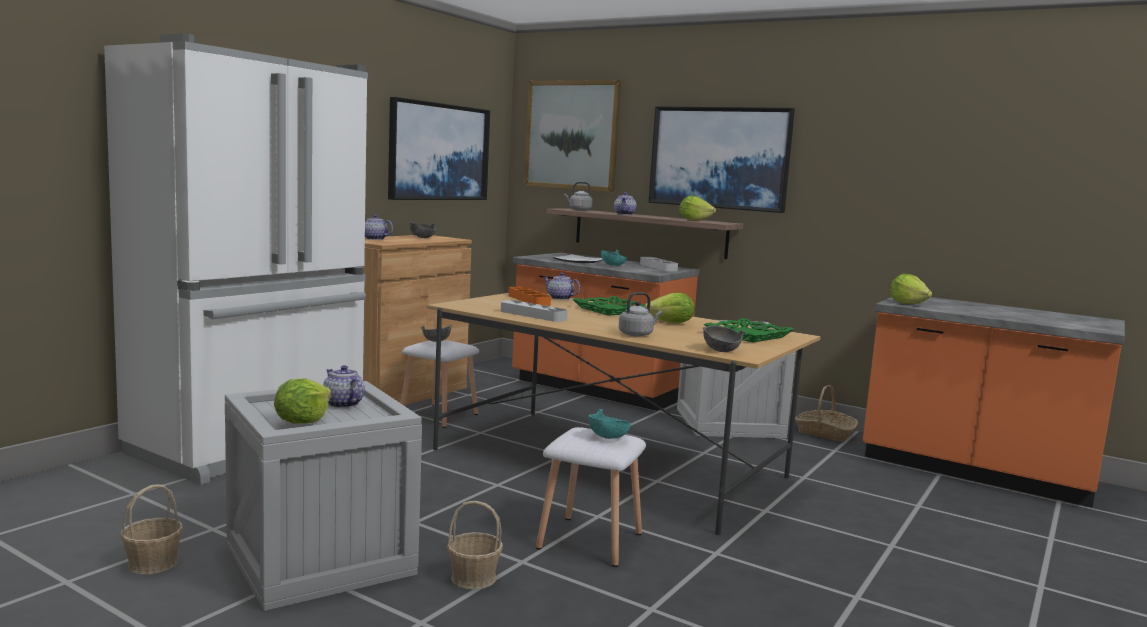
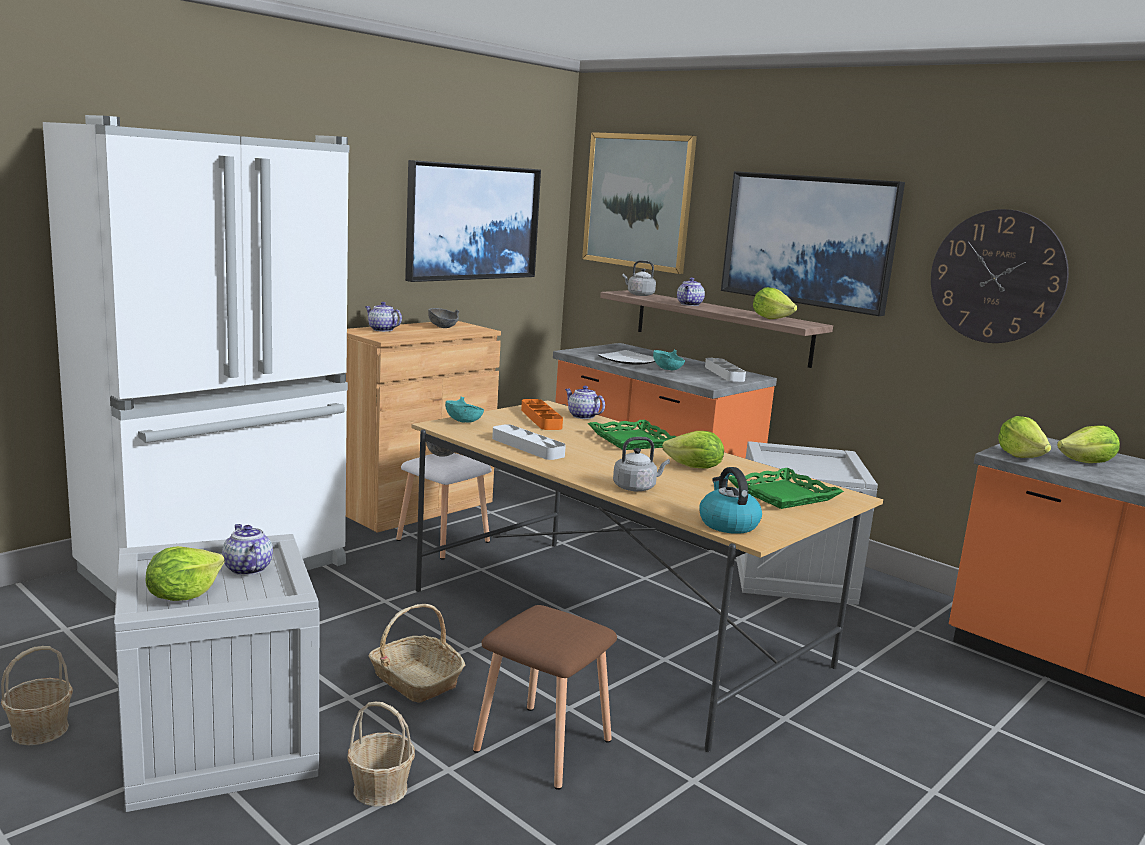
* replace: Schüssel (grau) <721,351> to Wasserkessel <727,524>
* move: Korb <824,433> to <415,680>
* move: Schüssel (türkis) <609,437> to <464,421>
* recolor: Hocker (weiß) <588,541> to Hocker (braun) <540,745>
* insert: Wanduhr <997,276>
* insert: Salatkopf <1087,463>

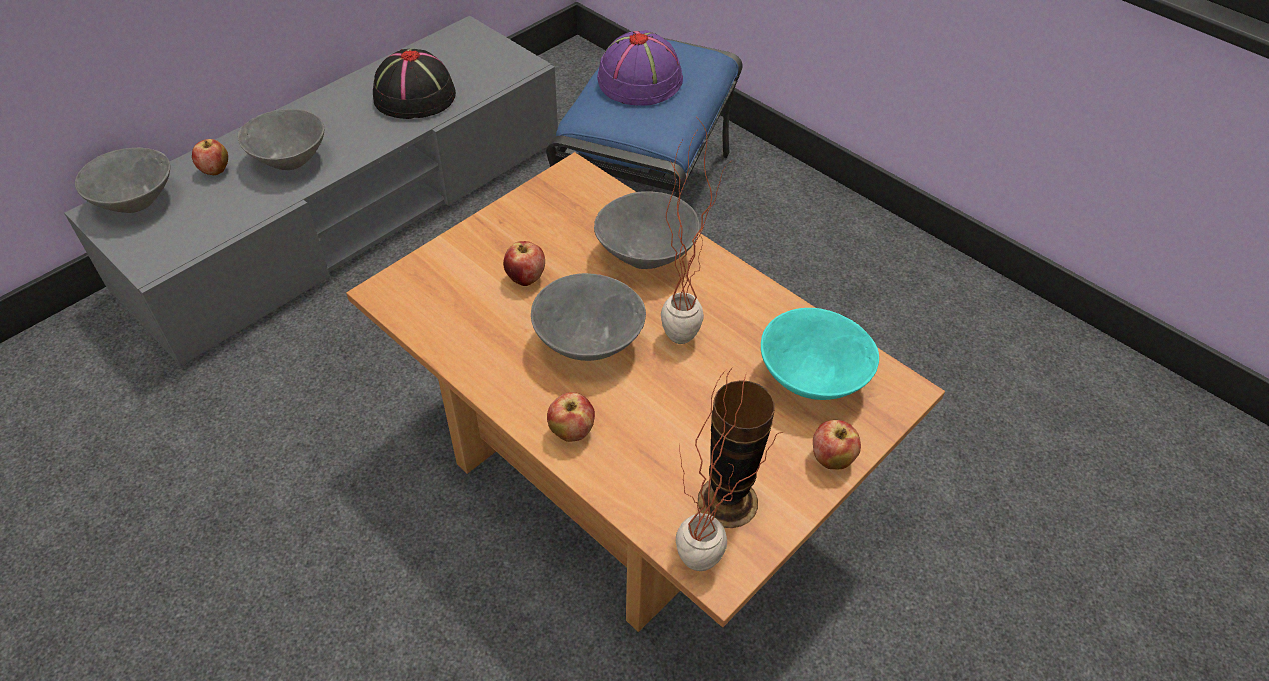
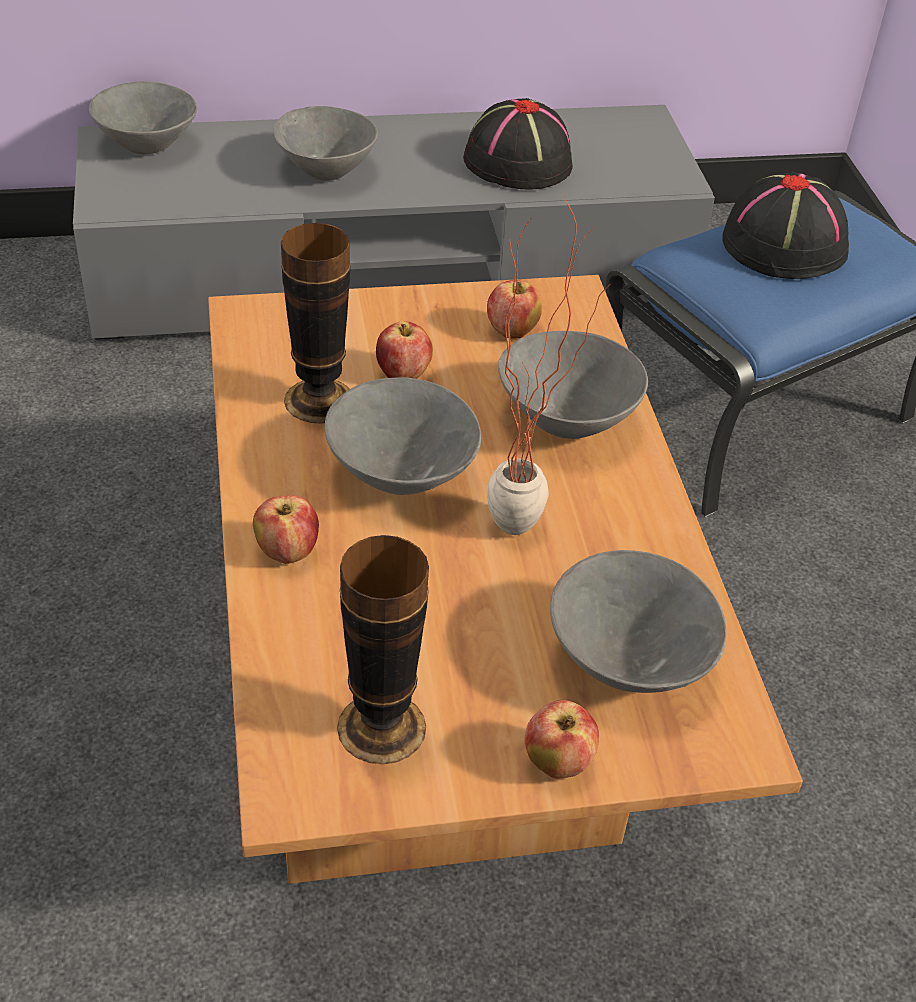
* recolor: Hut (lila) <640,80> to Hut (schwarz) <785,244>
* move: Apfel <215,170> to <512,331>
* recolor: Schüssel (türkis) <812,380> to Schüssel (grau) <629,663>
* delete: Topfpflanze <708,572>
* insert: Vase <319,400>

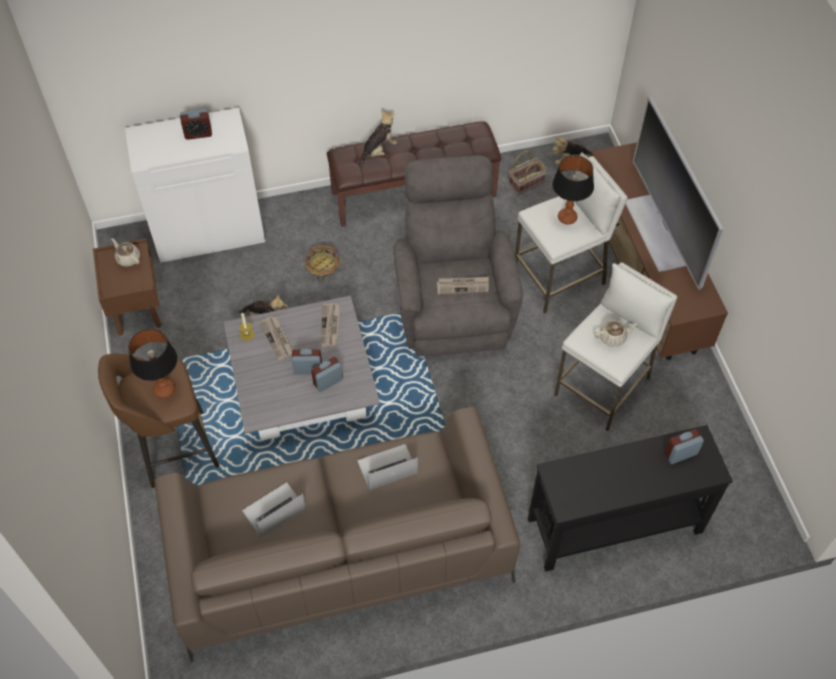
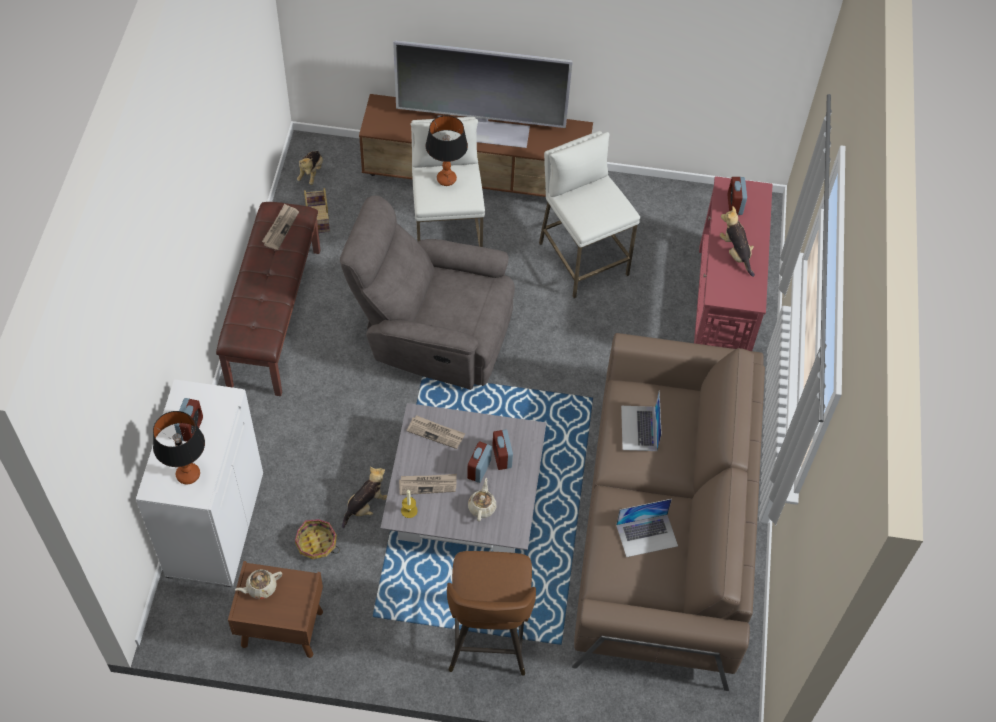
* move: Plüschtier <378,151> to <735,253>
* move: Korb <322,266> to <316,544>
* move: Zeitung <463,286> to <280,227>
* move: Teekanne (beige) <613,337> to <482,507>
* move: Tischlampe <164,389> to <188,475>
* recolor: Konsolentisch (schwarz) <613,525> to Konsolentisch (rot) <720,310>
* rotate: Laptop <273,509> = <647,535> 90 degrees counterclockwise

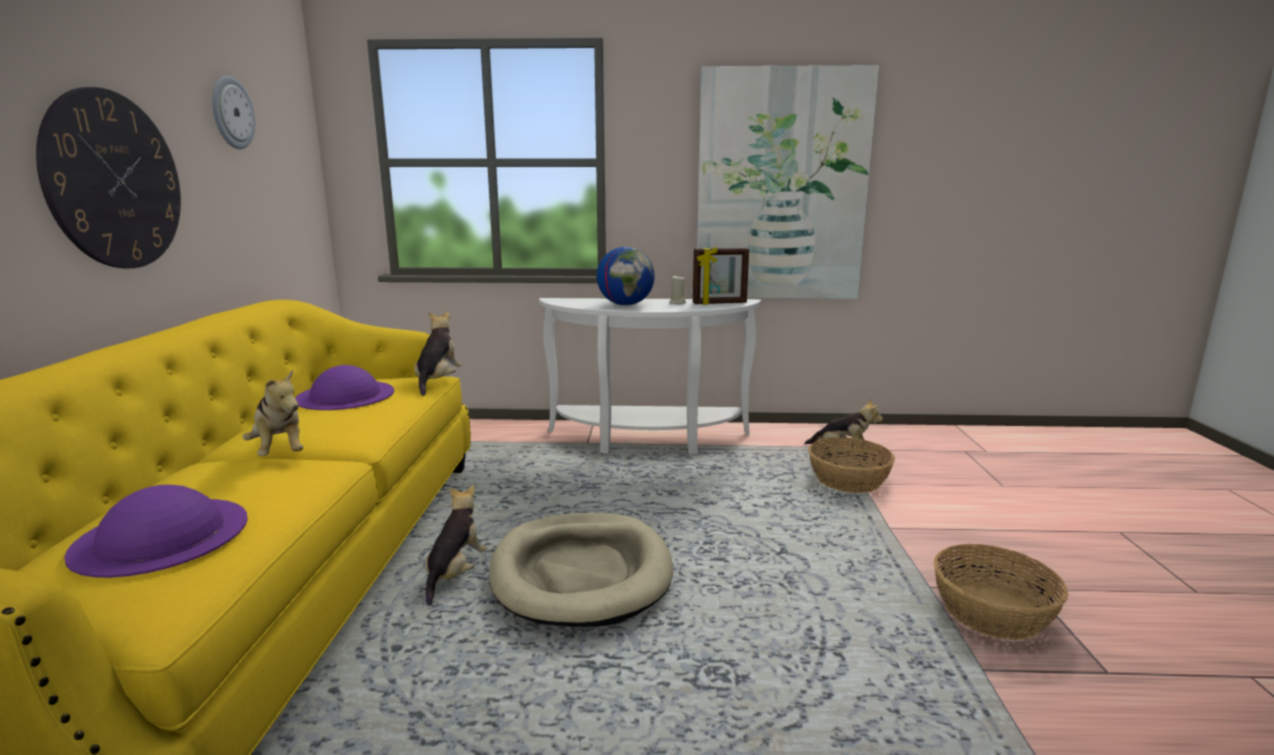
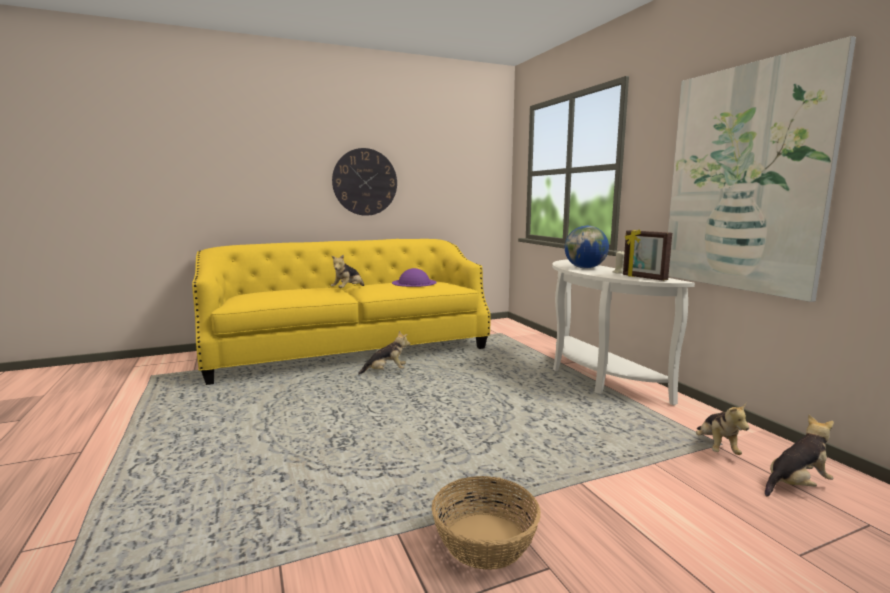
* delete: Wanduhr <231,113>
* move: Plüschtier <438,381> to <796,485>
* delete: Korb <847,479>
* delete: Hut (lila) <162,535>
* delete: Hundebett (beige) <581,573>

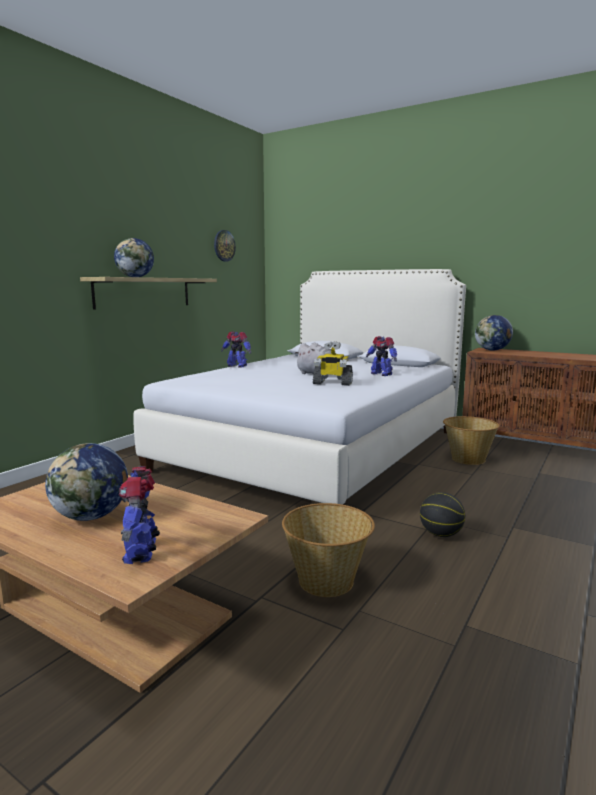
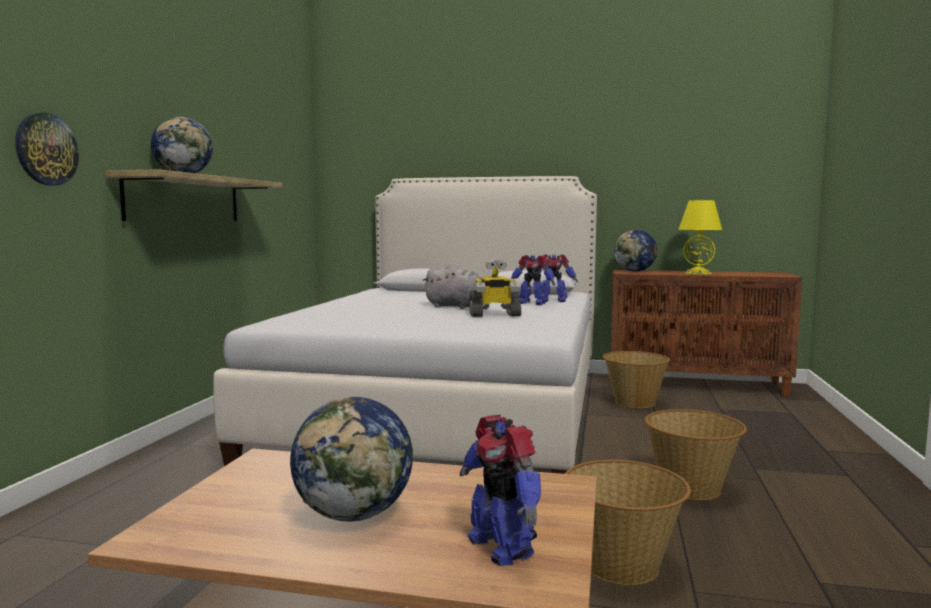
* move: Wanduhr <224,245> to <46,149>
* move: Spielzeugroboter <237,366> to <552,301>
* replace: Basketball <441,534> to Korb <691,488>
* insert: Tischlampe (gelb) <697,273>

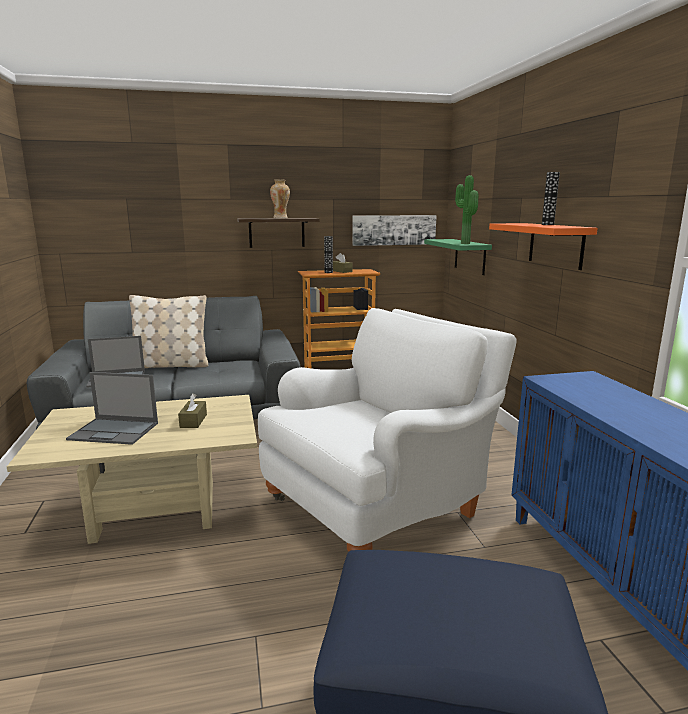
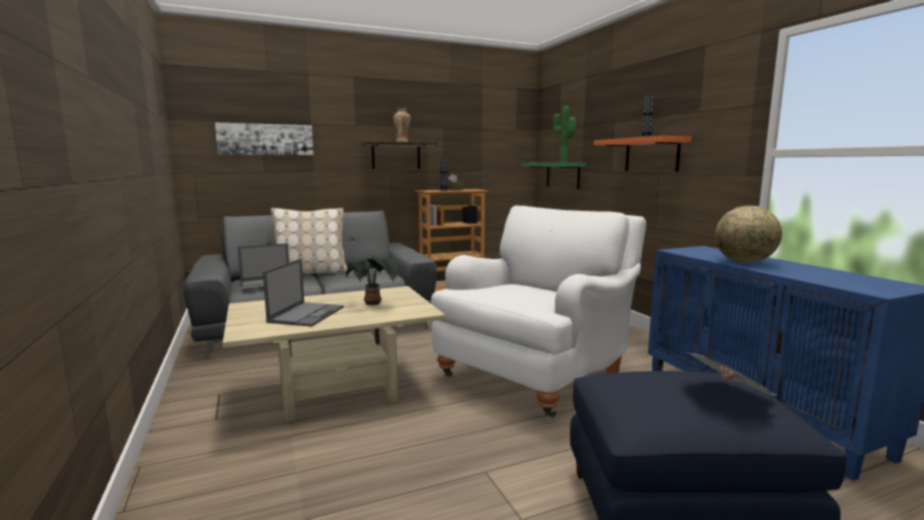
* move: Bild <394,230> to <266,139>
* rotate: Laptop <115,431> = <307,314> 75 degrees counterclockwise
* replace: Taschentuchbox (braun) <193,421> to Topfpflanze <374,304>
* insert: Globus <744,262>
* insert: Zeitung <729,397>

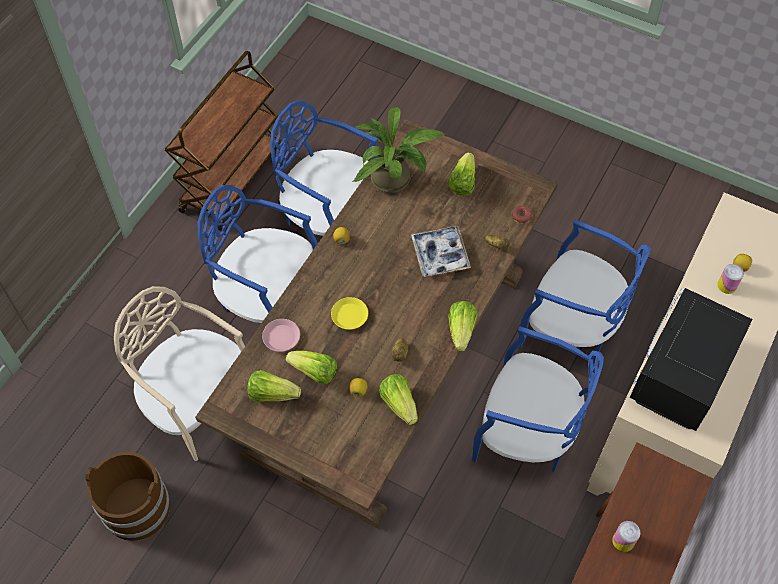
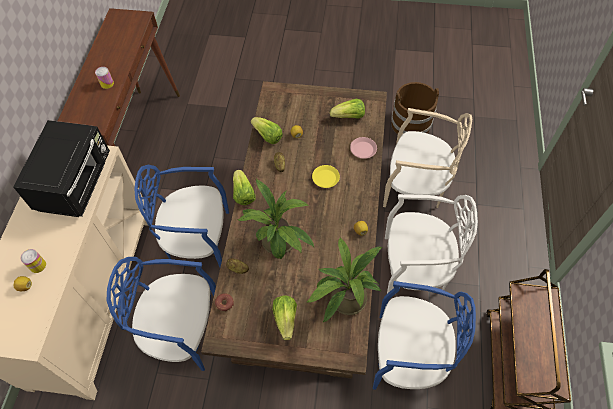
* recolor: Stuhl (blau) <267,300> to Stuhl (weiß) <415,269>
* replace: Tablett <440,255> to Topfpflanze <279,245>
* delete: Salatkopf <314,373>

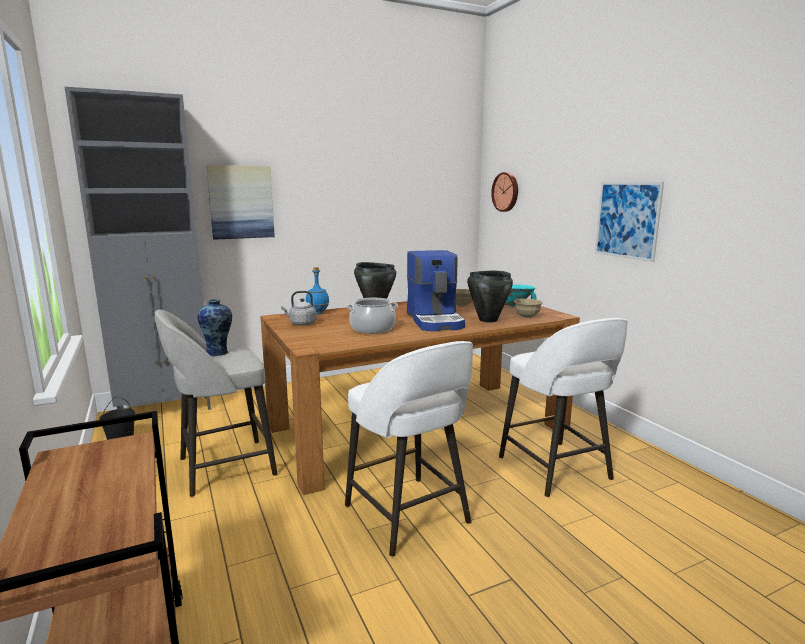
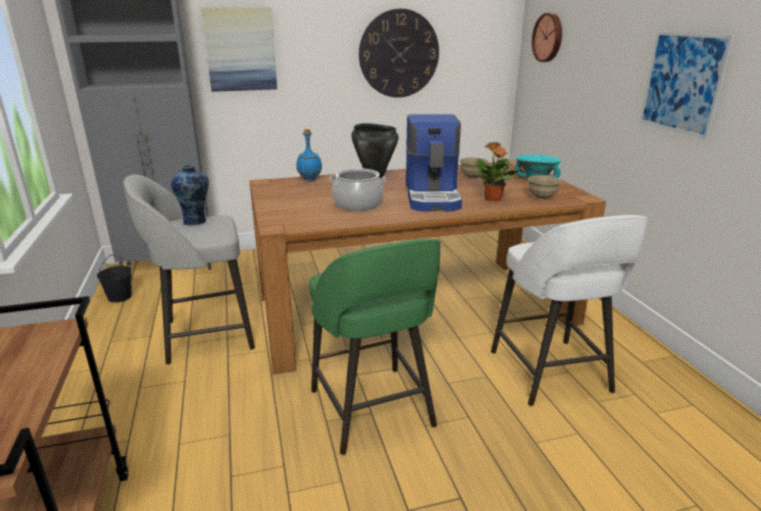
* replace: Kochtopf (schwarz) <487,320> to Topfpflanze <493,199>
* delete: Wasserkessel (grau) <301,324>
* recolor: Hocker (weiß) <408,516> to Hocker (grün) <373,410>
* insert: Wanduhr <399,54>

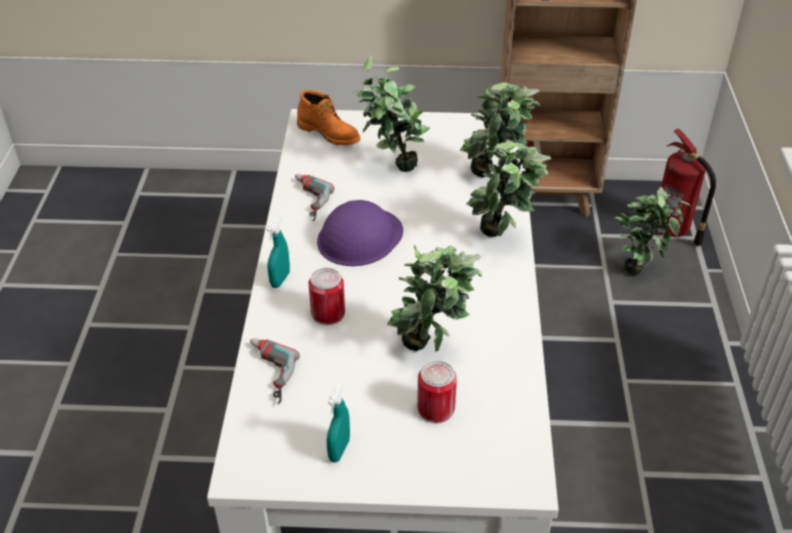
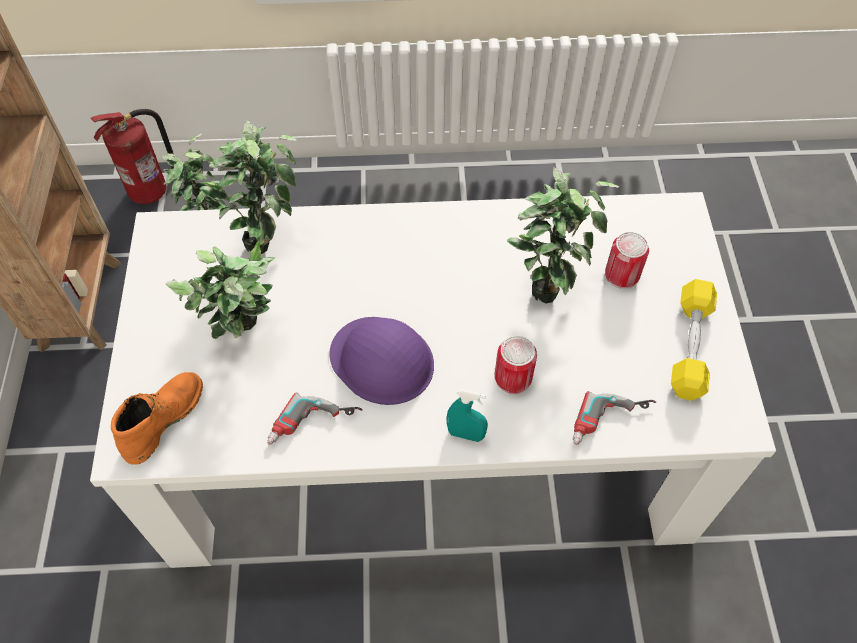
* delete: Topfpflanze <503,239>
* replace: Sprühflasche (türkis) <339,450> to Hantel (gelb) <690,346>

